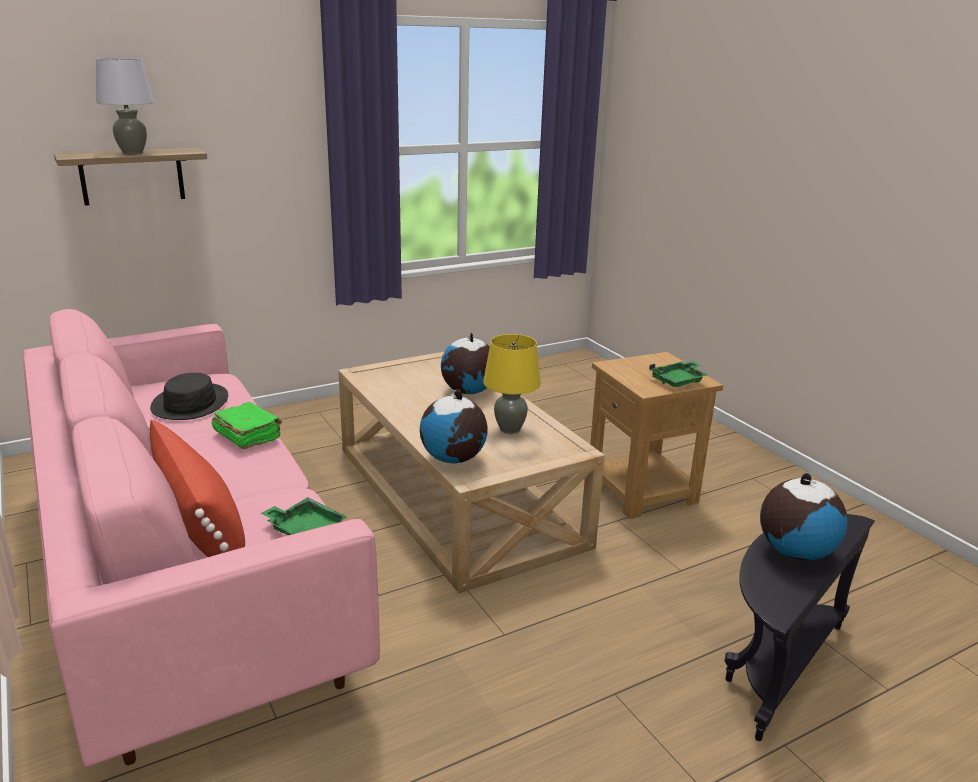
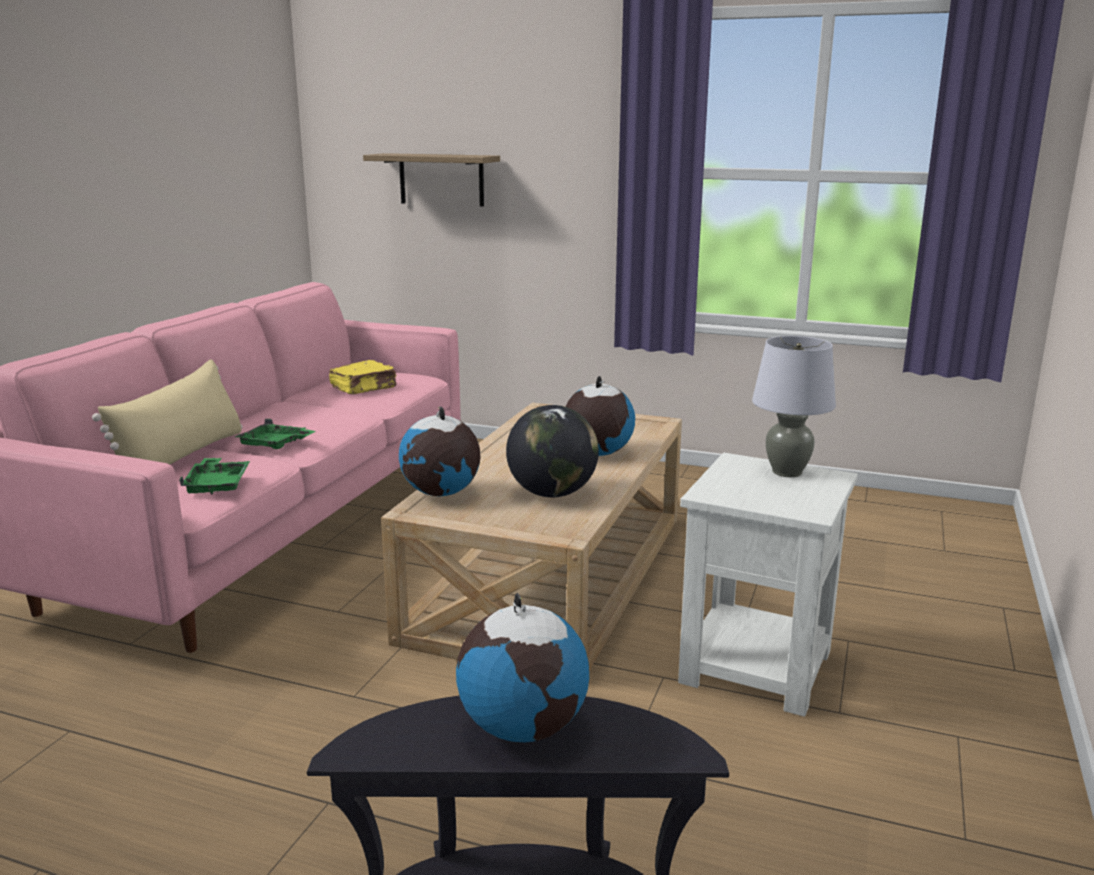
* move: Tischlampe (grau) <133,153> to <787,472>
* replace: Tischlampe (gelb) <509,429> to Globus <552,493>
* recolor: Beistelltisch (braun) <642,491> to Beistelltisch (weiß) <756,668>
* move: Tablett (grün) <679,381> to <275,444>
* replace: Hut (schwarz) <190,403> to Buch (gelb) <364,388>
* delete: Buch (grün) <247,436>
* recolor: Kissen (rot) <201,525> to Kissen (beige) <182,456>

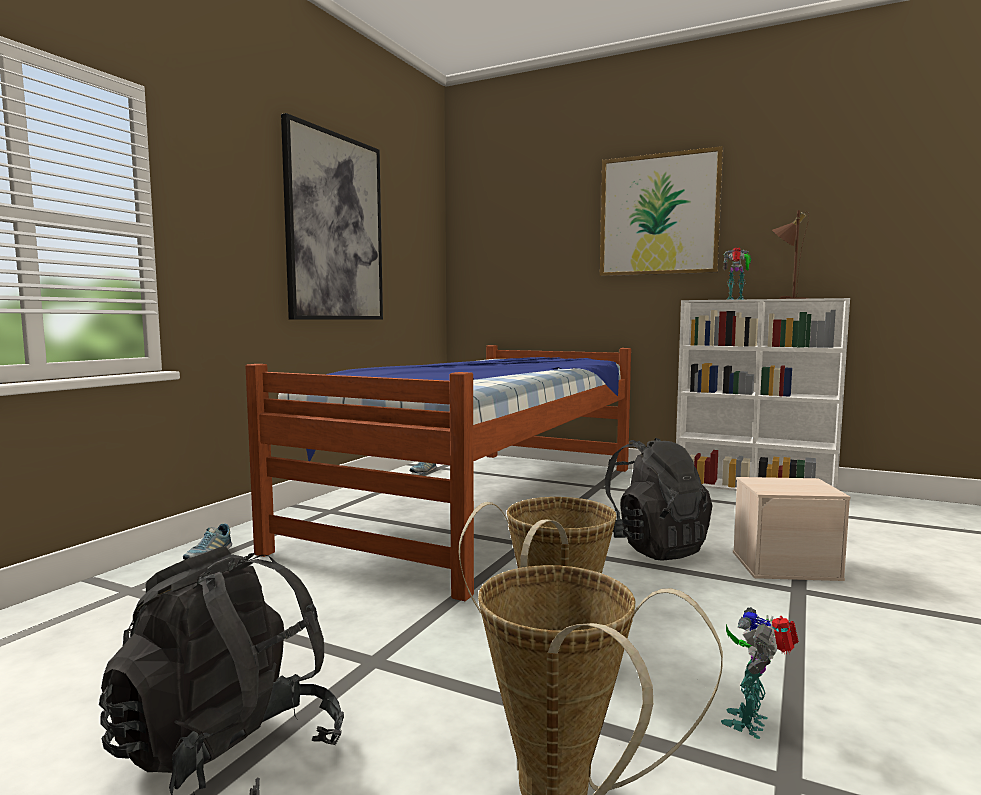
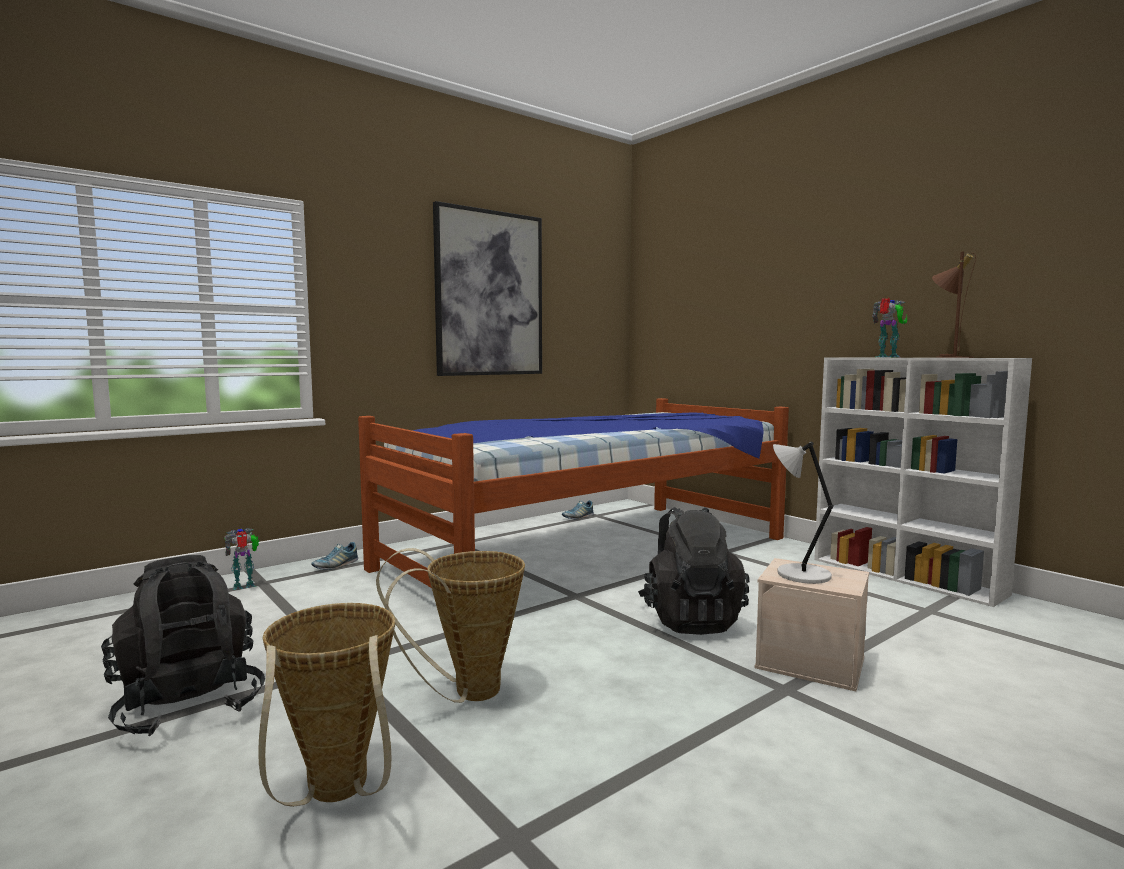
* delete: Bild <659,215>
* move: Spielzeugroboter <751,722> to <245,586>
* insert: Tischlampe (grau) <800,574>

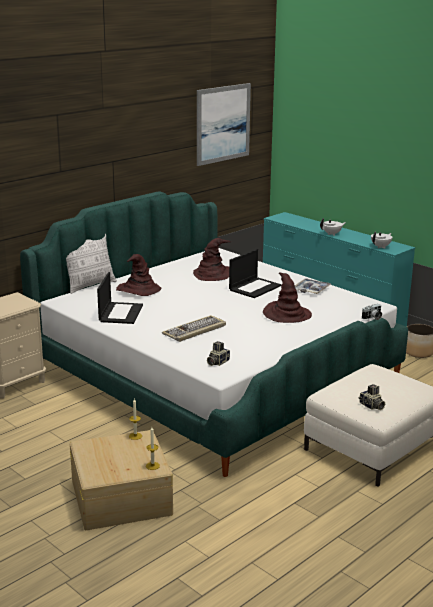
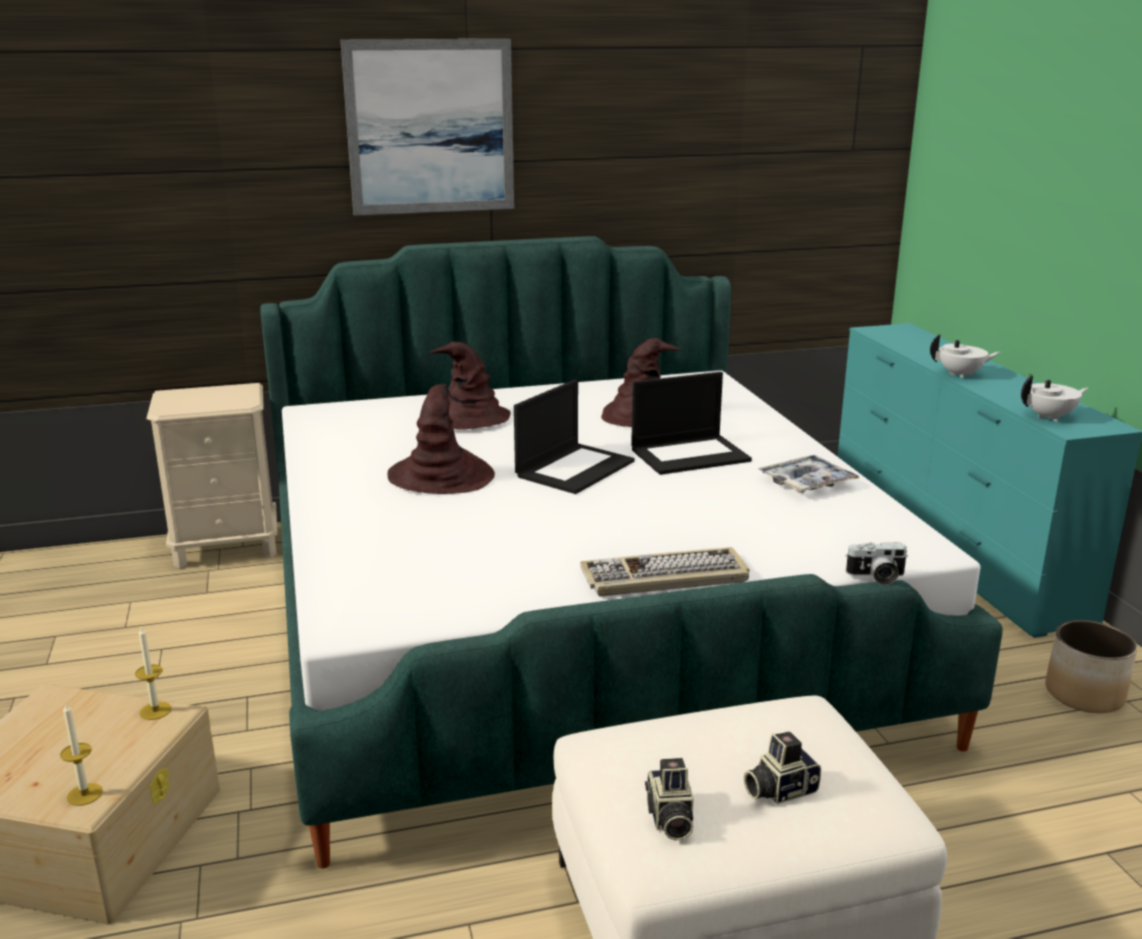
* move: Bild <223,123> to <430,127>
* delete: Kissen <90,285>
* move: Laptop <120,313> to <575,468>
* move: Hut (braun) <286,314> to <441,476>
* move: Tastatur <194,330> to <664,577>
* move: Kamera <217,362> to <778,789>

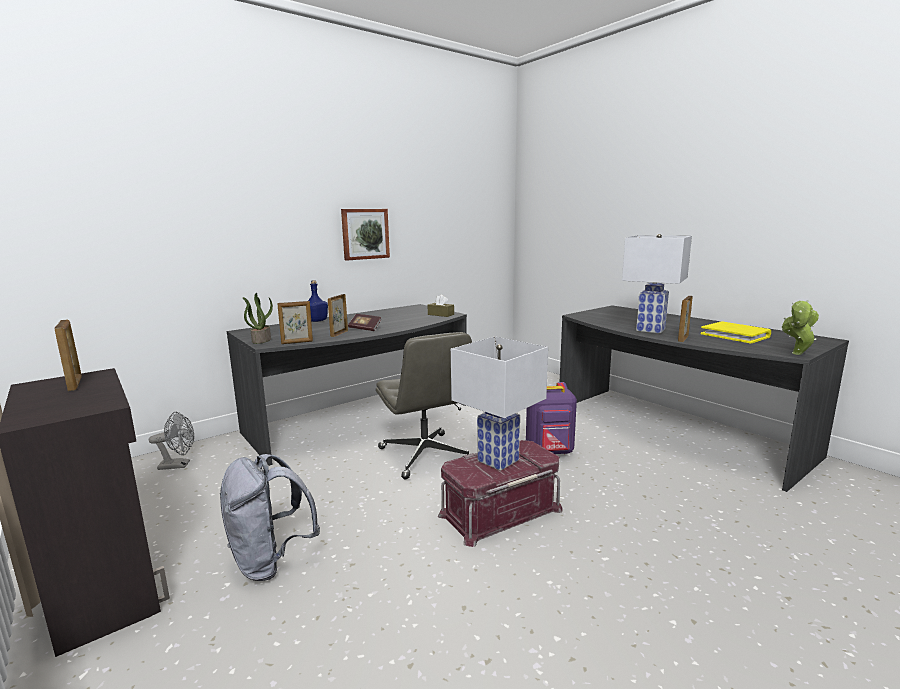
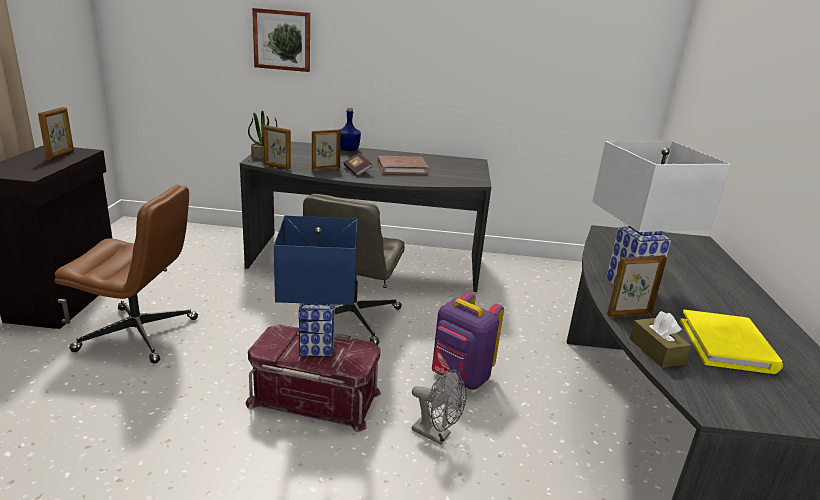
* move: Bild <365,234> to <282,40>
* move: Taschentuchbox (braun) <440,314> to <656,351>
* delete: Topfpflanze <796,354>
* recolor: Tischlampe (weiß) <498,460> to Tischlampe (blau) <318,346>
* move: Ventilator (grau) <179,465> to <436,434>
* replace: Rucksack (grau) <270,561> to Bürostuhl (braun) <139,334>
* insert: Buch (braun) <402,168>

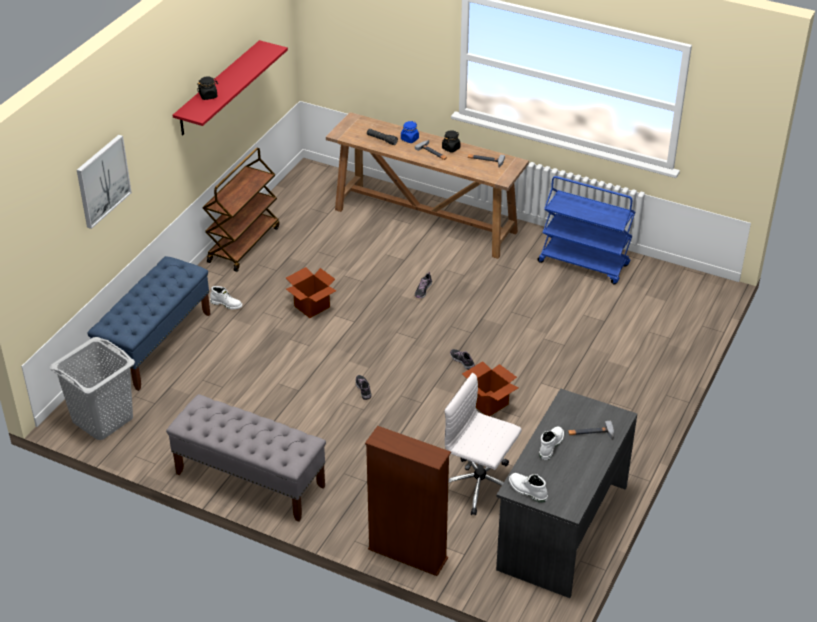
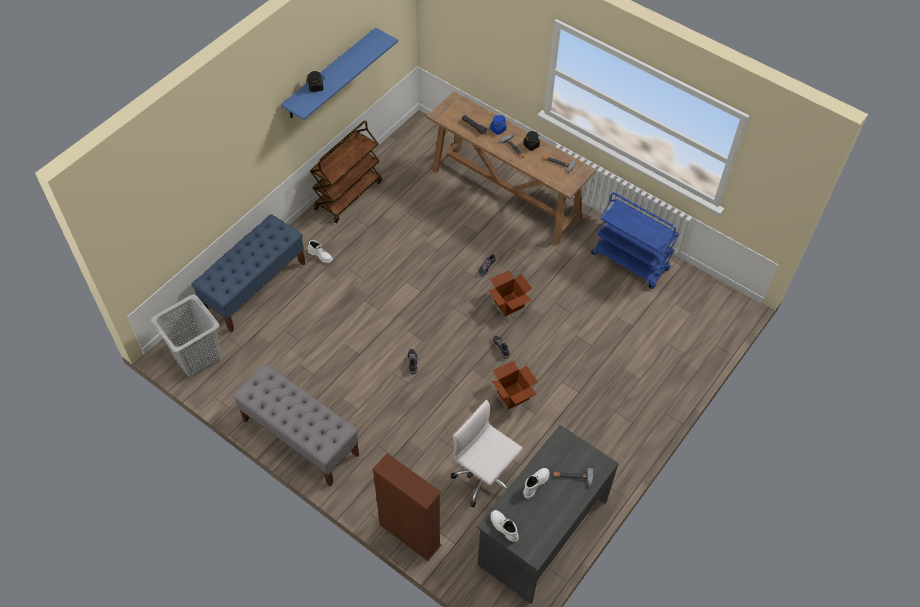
* recolor: Wandregal (rot) <218,88> to Wandregal (blau) <330,74>
* delete: Bild <102,181>
* move: Karton <312,306> to <509,304>

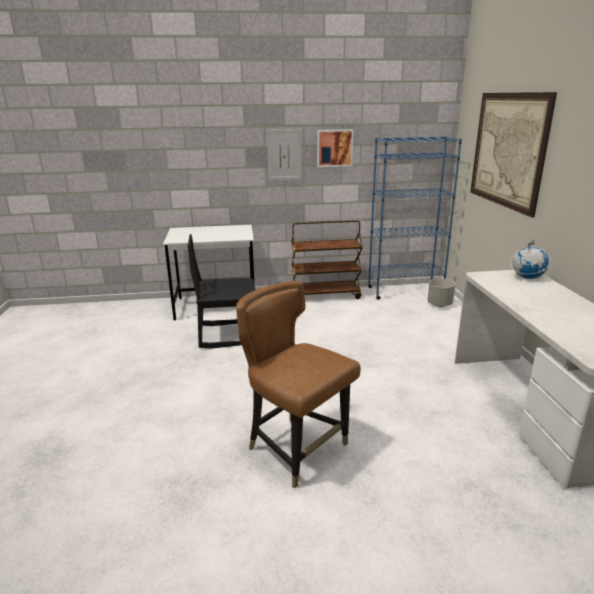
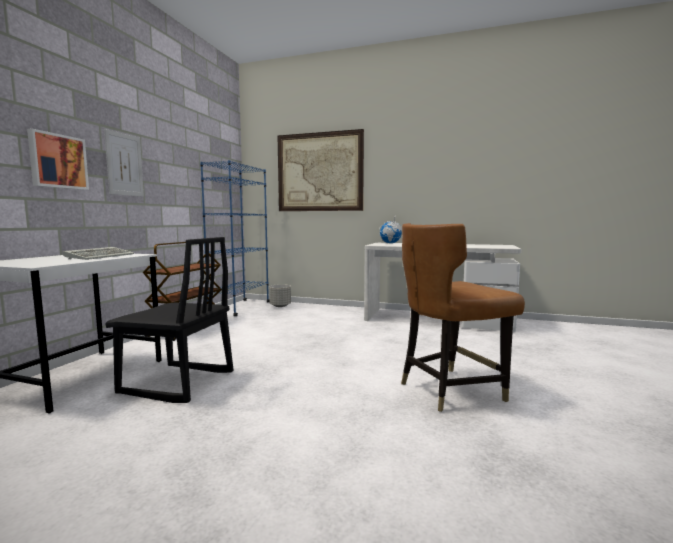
* move: Bild <334,148> to <57,161>
* rotate: Stuhl (schwarz) <227,334> = <177,383> 90 degrees counterclockwise
* insert: Tastatur <101,256>

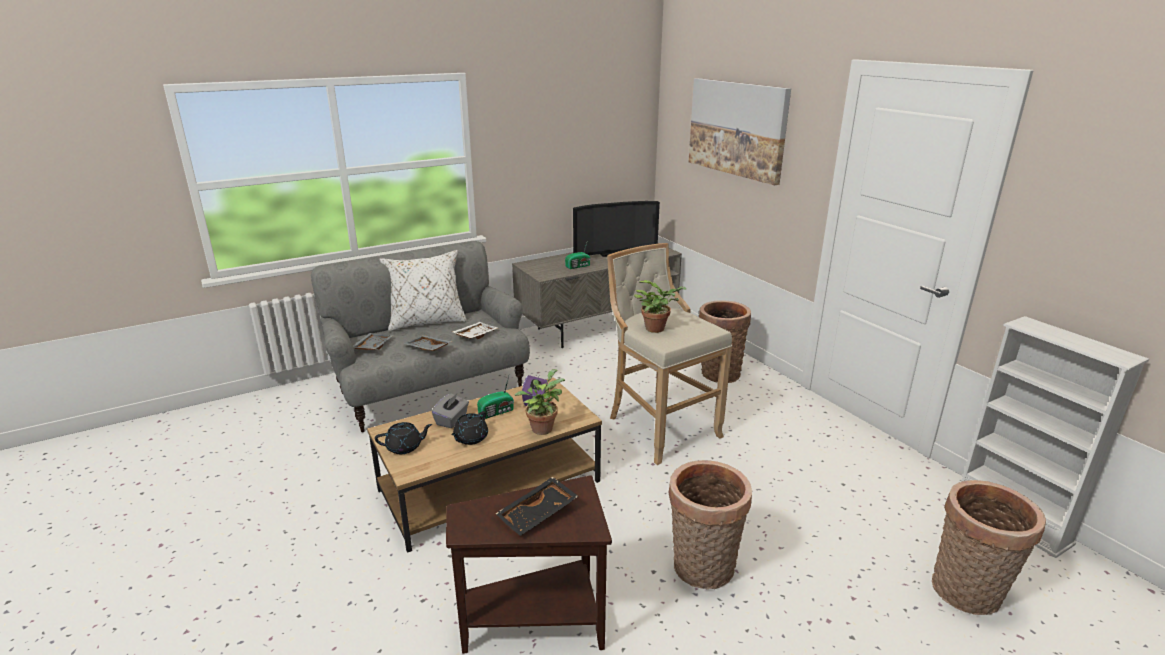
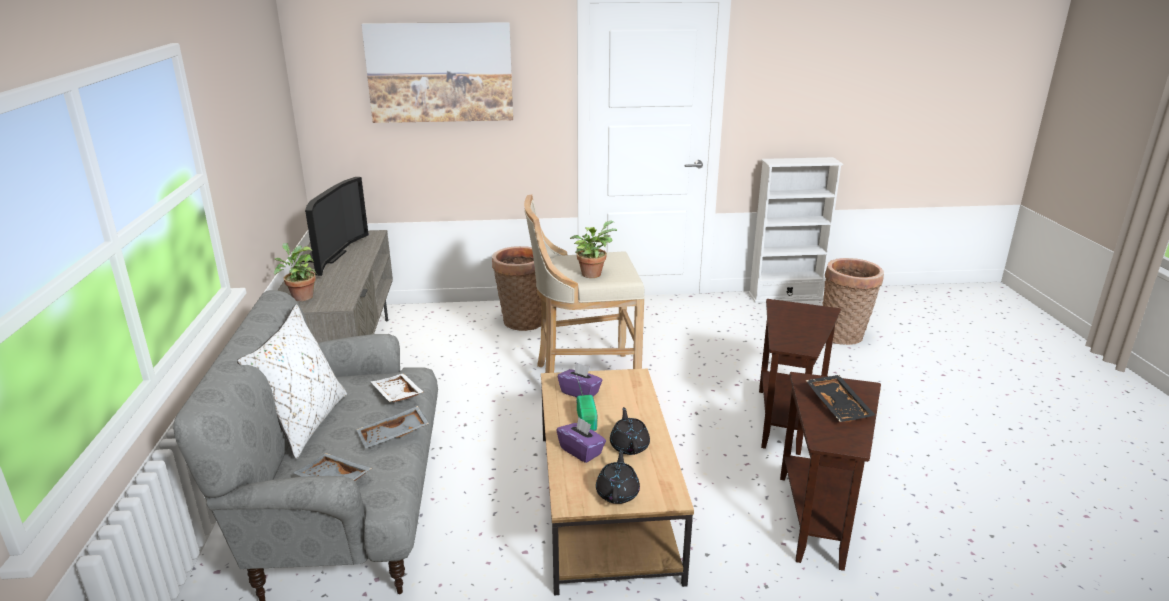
* delete: Radio <578,266>
* move: Topfpflanze <542,427> to <300,296>
* recolor: Taschentuchbox (grau) <452,420> to Taschentuchbox (lila) <581,451>
* rotate: Teekanne (schwarz) <470,438> = <629,446> 150 degrees counterclockwise
* replace: Korb <702,570> to Beistelltisch (braun) <786,419>

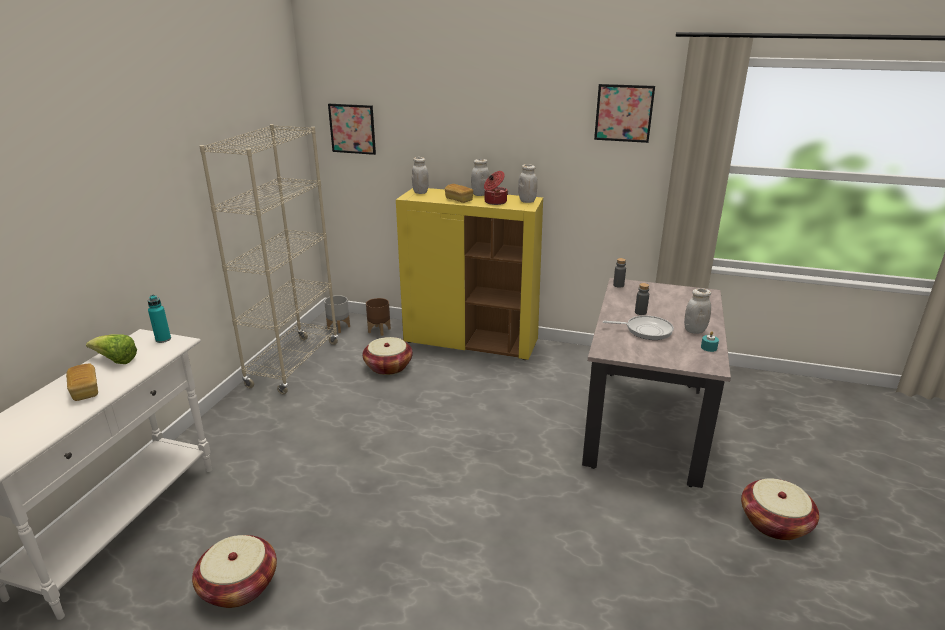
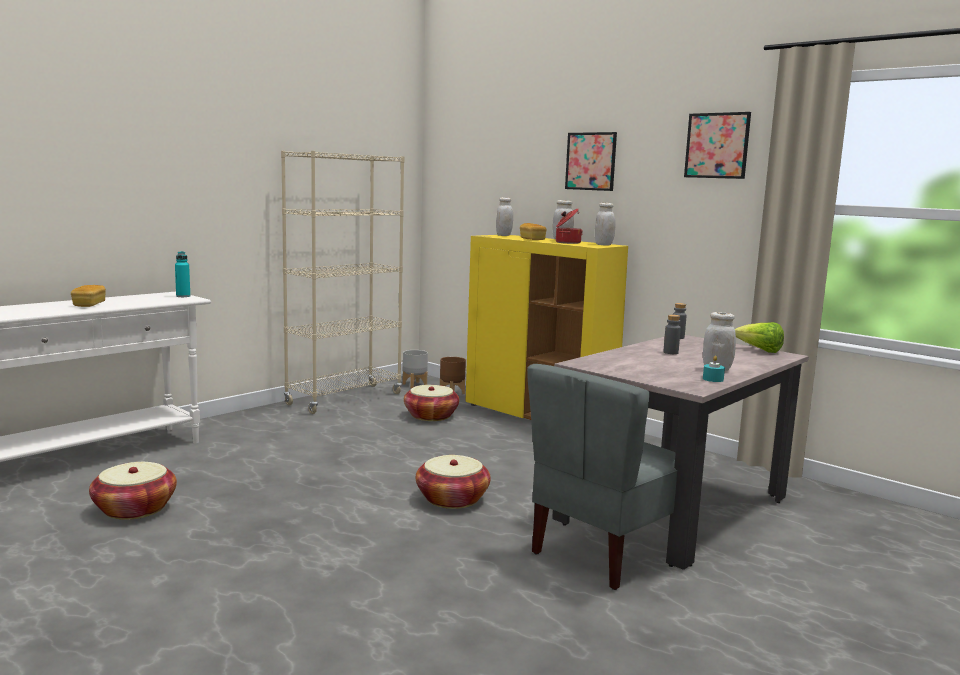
* move: Bild <352,129> to <590,161>
* delete: Pfanne <645,330>
* move: Salatkopf <116,361> to <759,351>
* move: Korb <774,523> to <452,499>
* insert: Stuhl (grau) <605,553>

